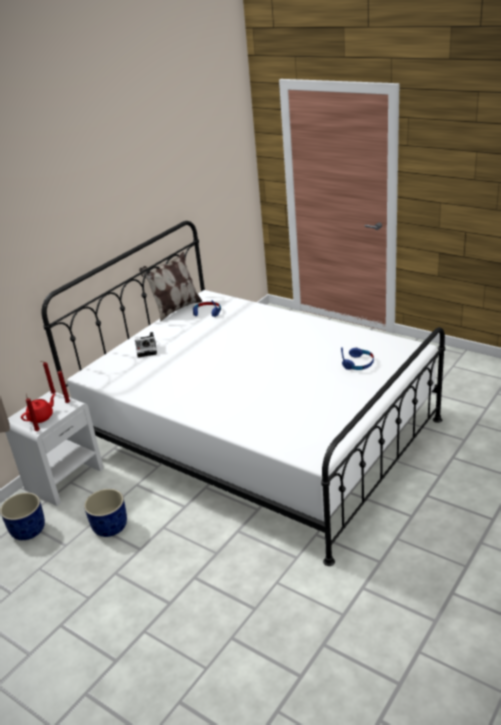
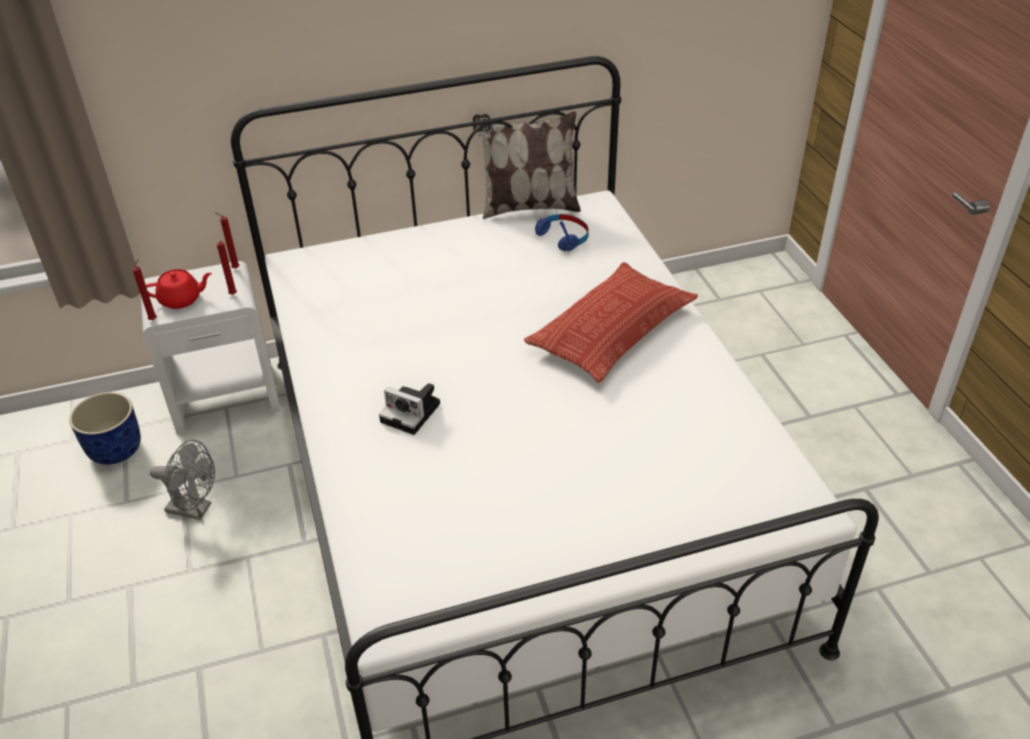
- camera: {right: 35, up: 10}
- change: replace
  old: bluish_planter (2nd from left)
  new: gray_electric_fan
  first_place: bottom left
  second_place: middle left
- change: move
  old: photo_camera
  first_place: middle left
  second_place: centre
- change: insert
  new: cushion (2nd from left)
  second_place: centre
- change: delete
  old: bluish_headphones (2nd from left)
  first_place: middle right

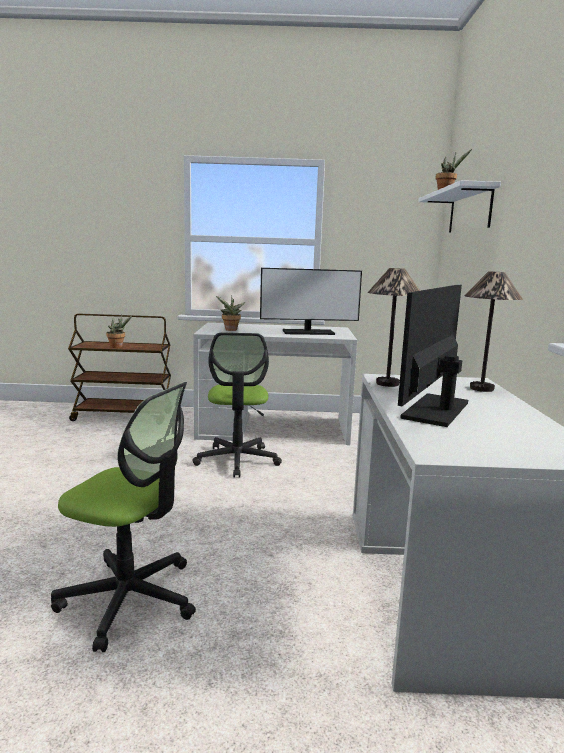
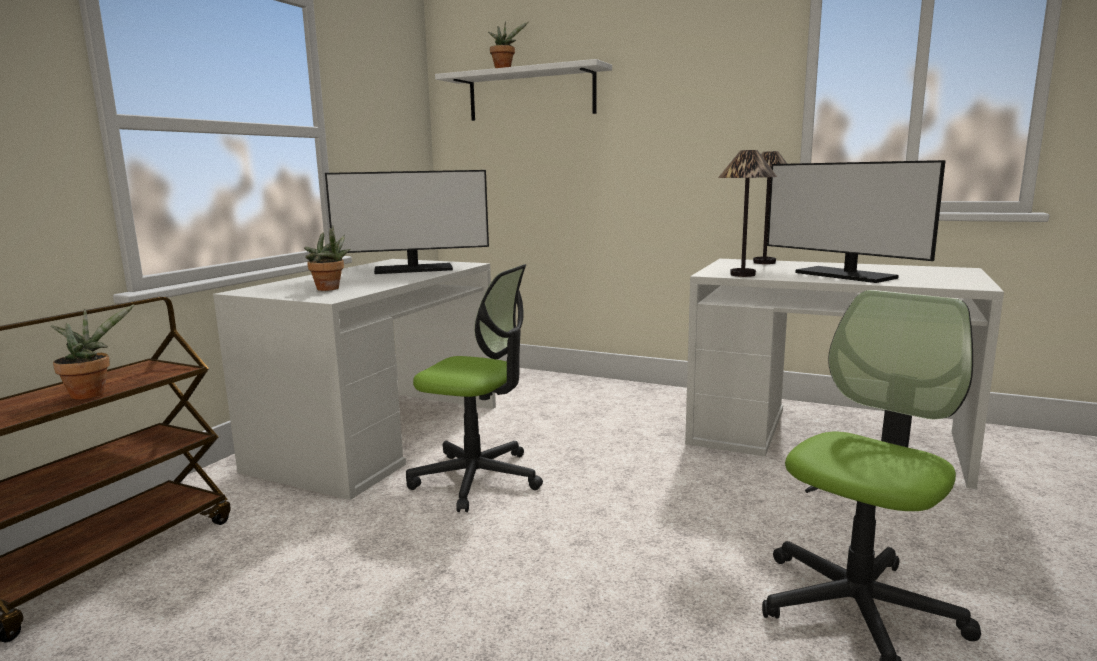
- camera: {right: -65, up: 0}
- change: rotate
  old: computer_display (1st from left)
  first_place: centre
  second_place: centre
  degrees: 60

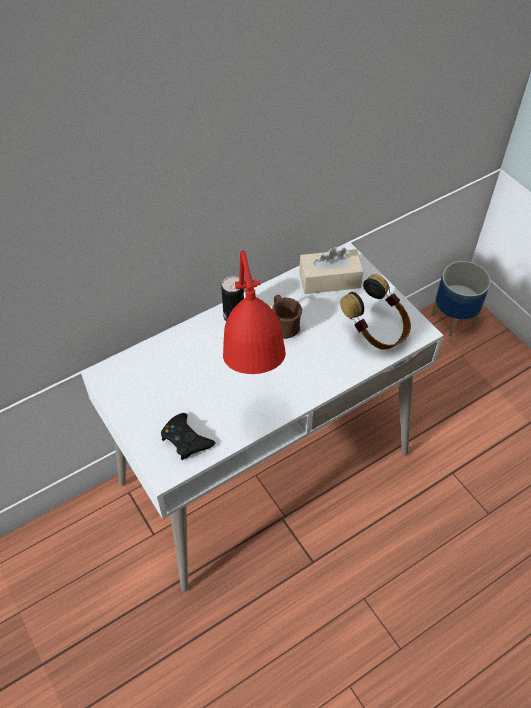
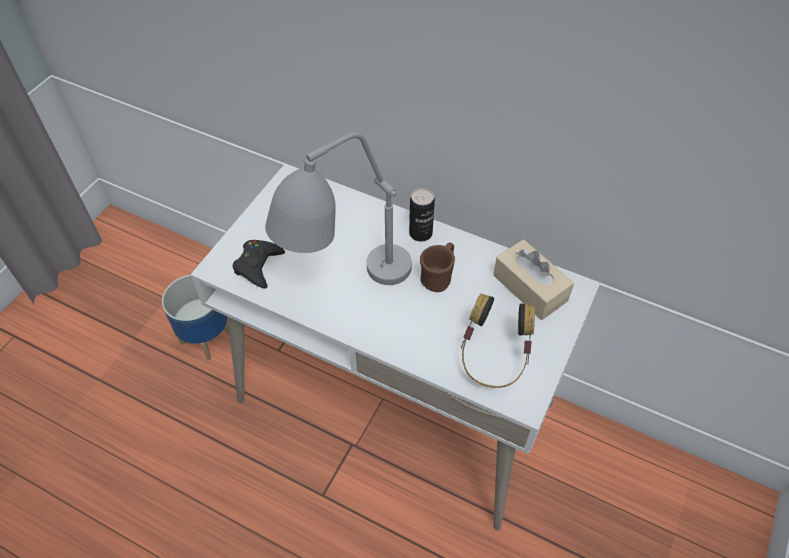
- camera: {right: 60, up: 0}
- change: move
  old: planter
  first_place: middle right
  second_place: middle left
- change: recolor
  old: red-coloured_table_lamp
  new: gray_table_lamp
  first_place: centre
  second_place: centre

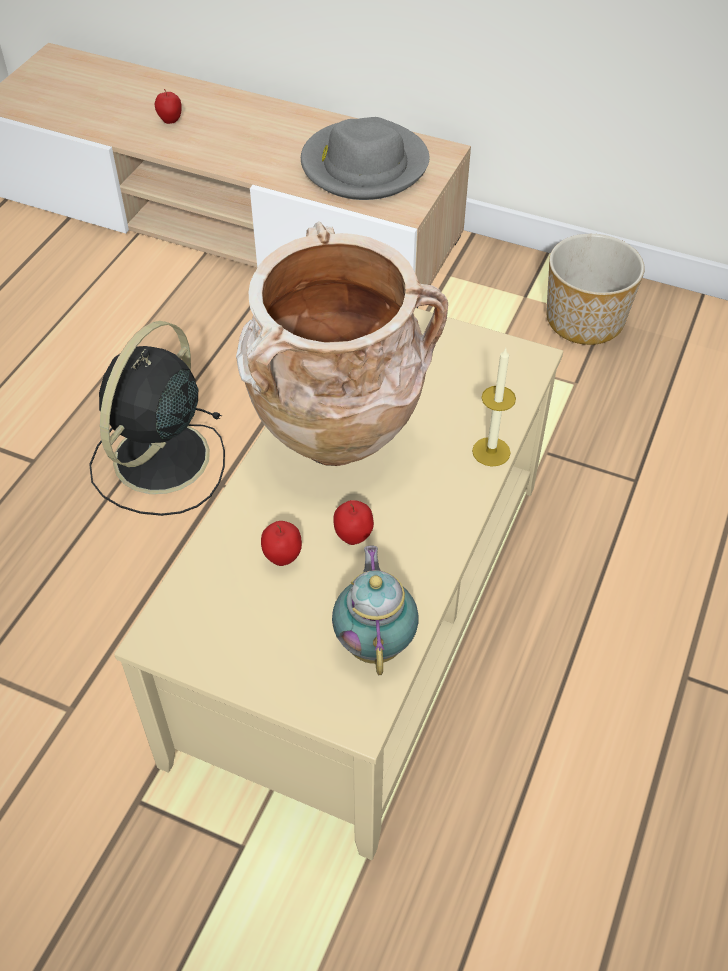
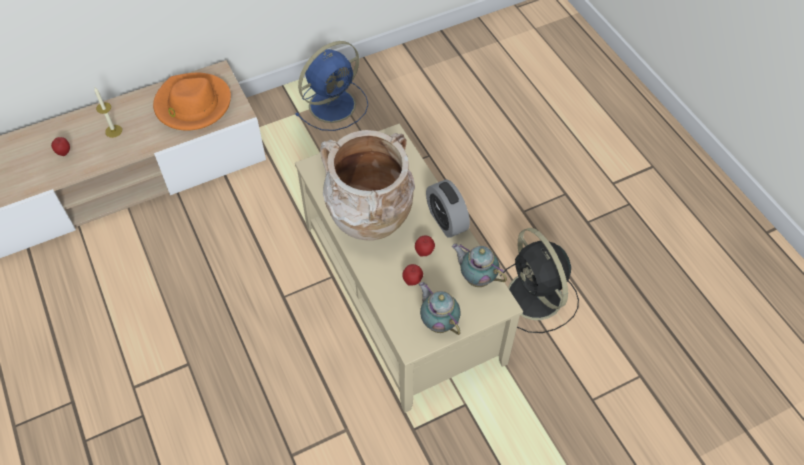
- camera: {right: -50, up: 5}
- change: move
  old: wax_light
  first_place: middle right
  second_place: top left
- change: recolor
  old: gray_clothing_hat
  new: orange-coloured_clothing_hat
  first_place: top centre
  second_place: top left
- change: replace
  old: planter
  new: bluish_electric_fan
  first_place: top right
  second_place: top centre
- change: insert
  new: tea_pot (1st from left)
  second_place: centre
- change: insert
  new: bedside_clock
  second_place: centre
- change: move
  old: blackish_electric_fan
  first_place: middle left
  second_place: middle right

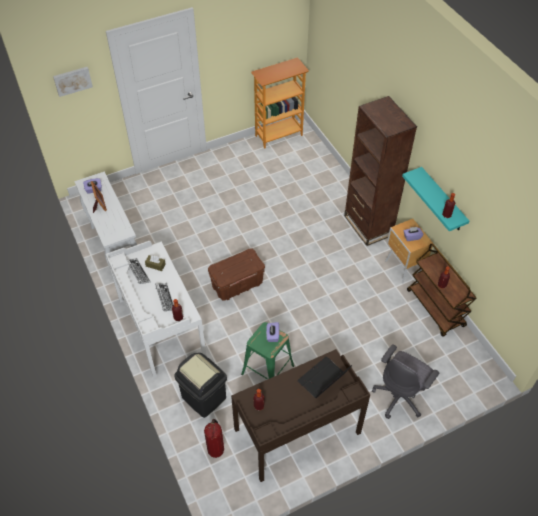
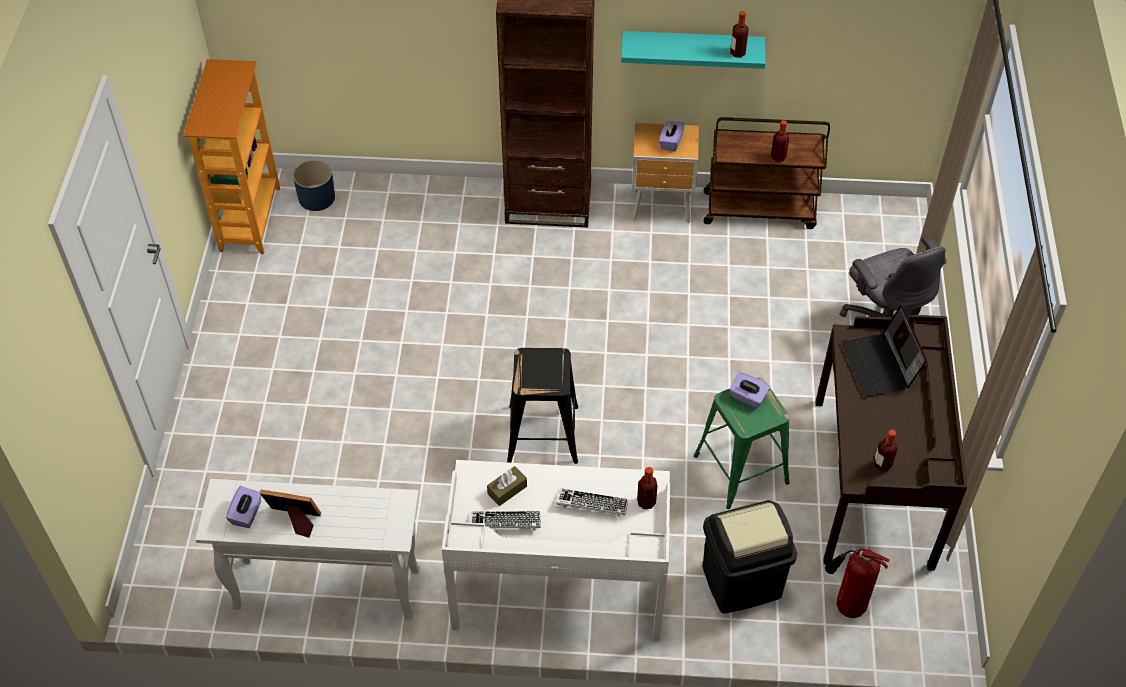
- camera: {right: -60, up: 0}
- change: insert
  new: bluish_planter
  second_place: top left
- change: replace
  old: brownish_storage_box
  new: blackish_stool_seat
  first_place: centre
  second_place: centre
- change: delete
  old: picture
  first_place: top left

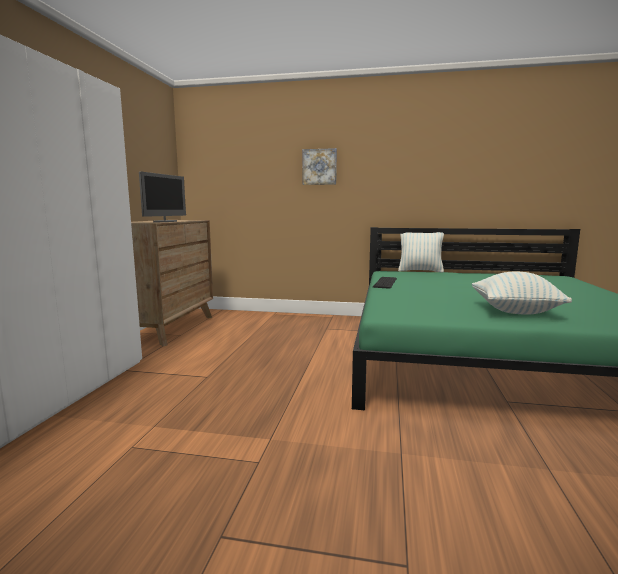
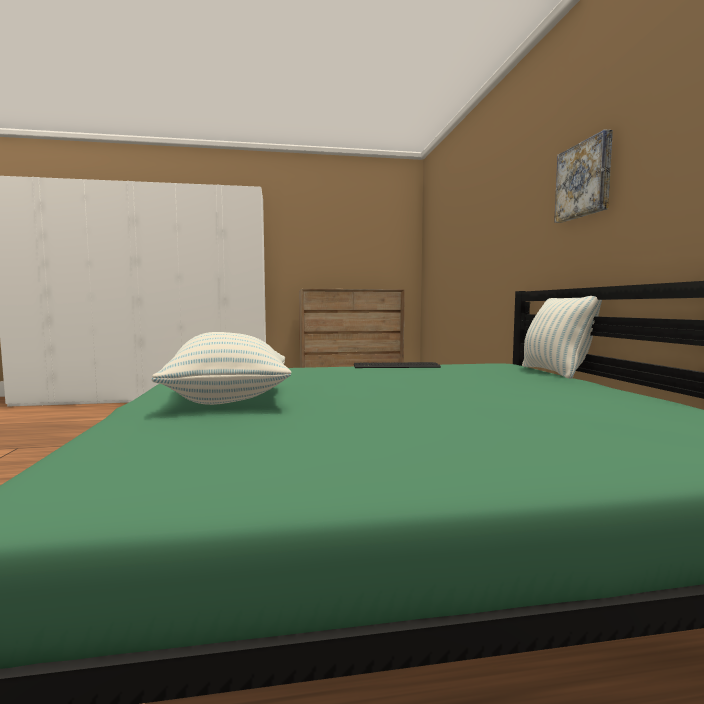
- camera: {right: 70, up: -5}
- change: move
  old: picture
  first_place: top centre
  second_place: top right
- change: delete
  old: computer_display
  first_place: middle left

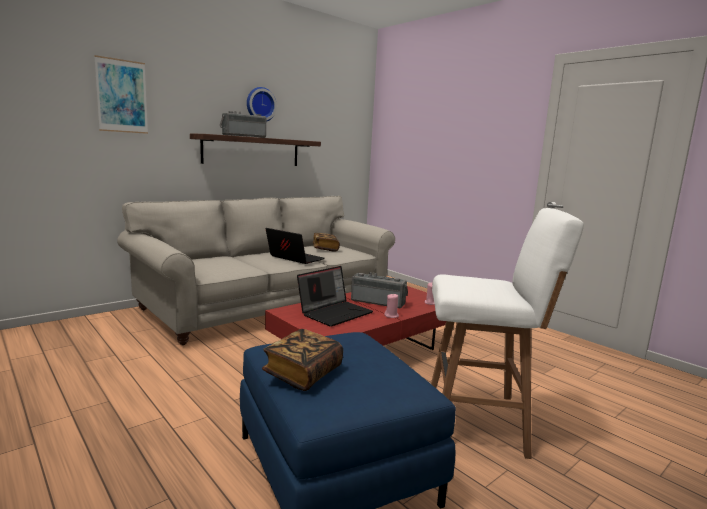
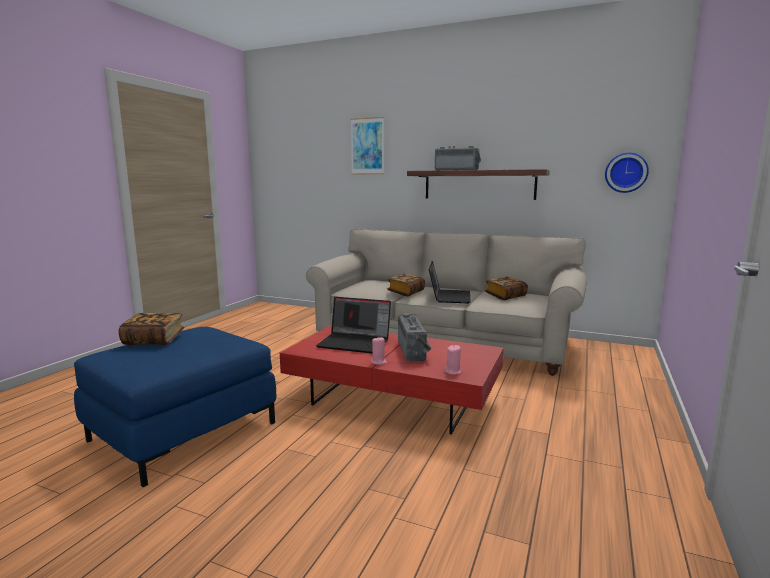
- camera: {right: 65, up: 0}
- change: insert
  new: bound_book (2nd from left)
  second_place: centre
- change: move
  old: clock_on_the_wall
  first_place: top centre
  second_place: top right
- change: delete
  old: whitish_stool_seat
  first_place: middle right

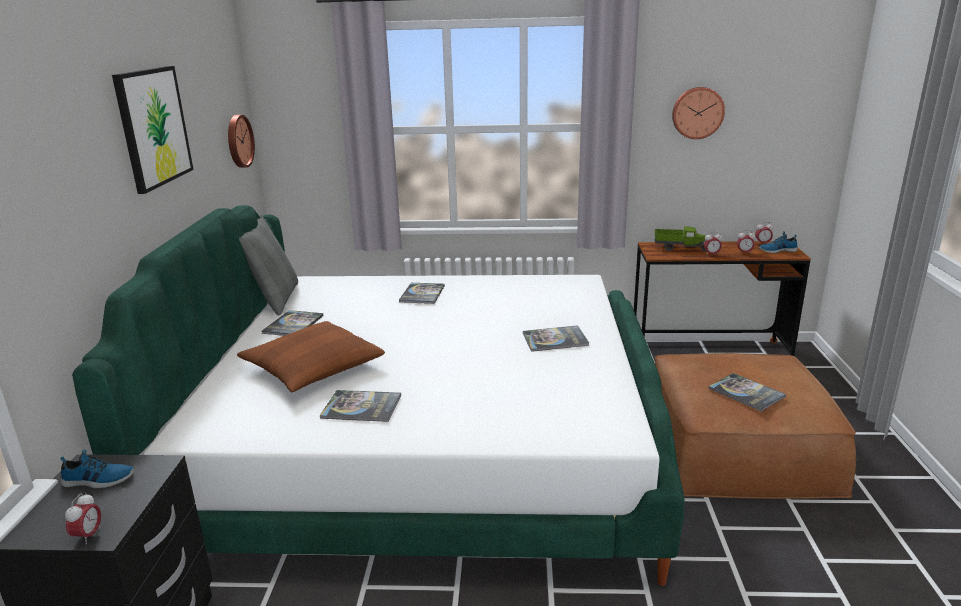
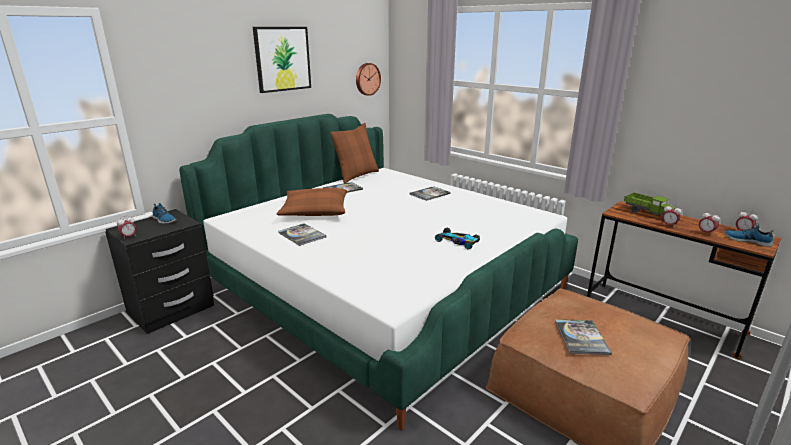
- camera: {right: 40, up: 0}
- change: recolor
  old: gray_cushion
  new: brownish_cushion (2nd from left)
  first_place: middle left
  second_place: centre
- change: replace
  old: bound_book (4th from left)
  new: model_car
  first_place: centre
  second_place: centre
- change: delete
  old: clock_on_the_wall (2nd from left)
  first_place: top right

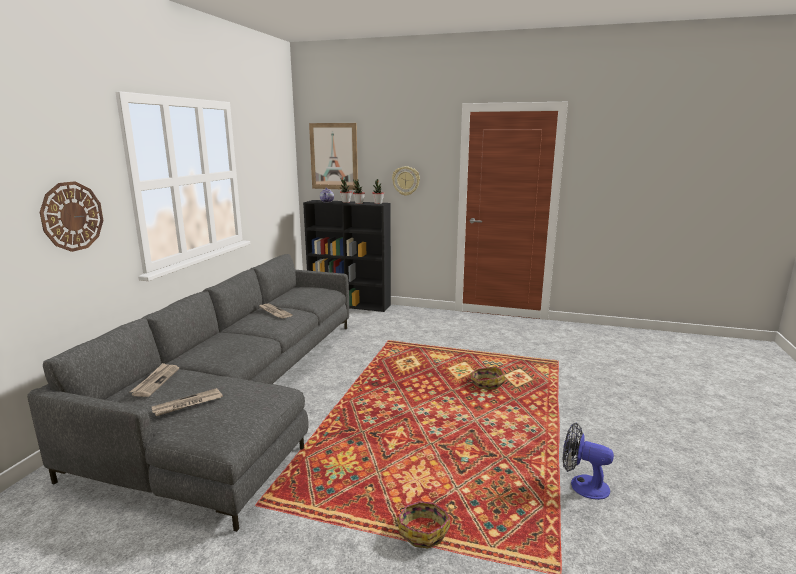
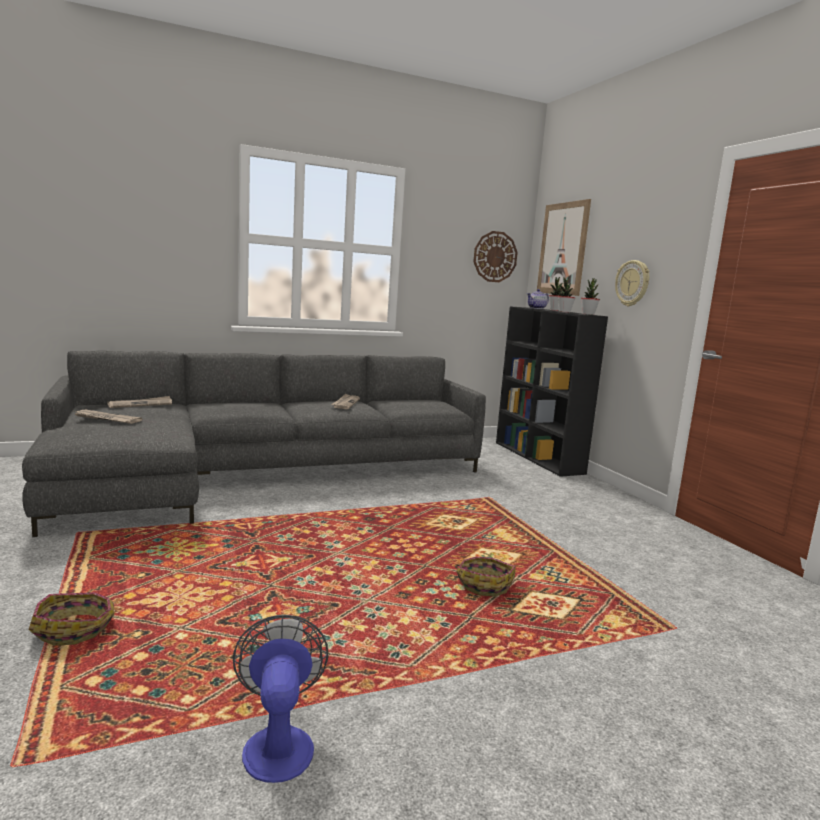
- camera: {right: 50, up: -5}
- change: move
  old: clock_on_the_wall (1st from left)
  first_place: middle left
  second_place: top centre

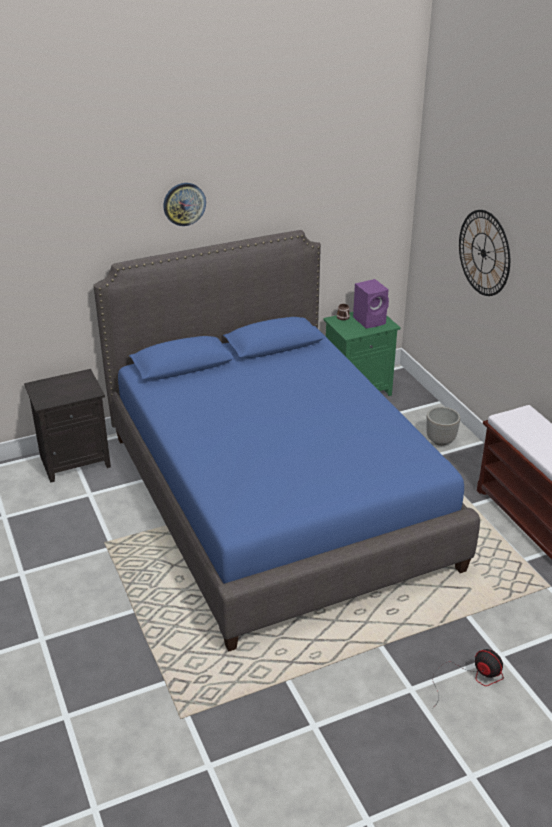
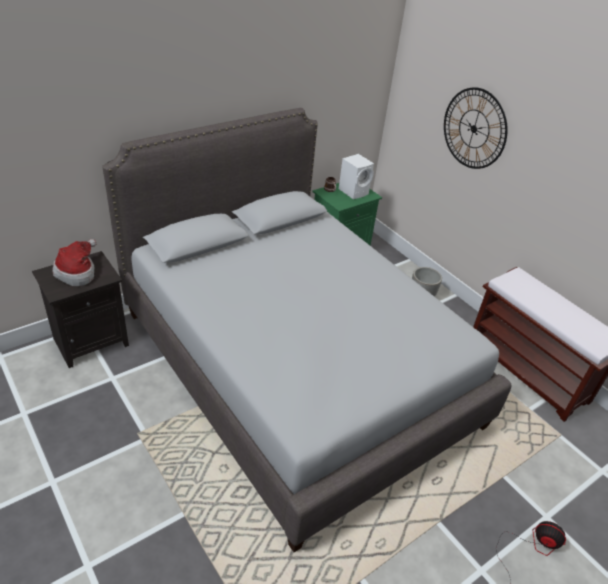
- camera: {right: -15, up: 5}
- change: insert
  new: clothing_hat
  second_place: middle left
- change: recolor
  old: bluish_bedroom_bed
  new: gray_bedroom_bed
  first_place: centre
  second_place: centre
- change: recolor
  old: purple-coloured_audio_speaker
  new: whitish_audio_speaker
  first_place: middle right
  second_place: top centre
- change: delete
  old: clock_on_the_wall (1st from left)
  first_place: top centre

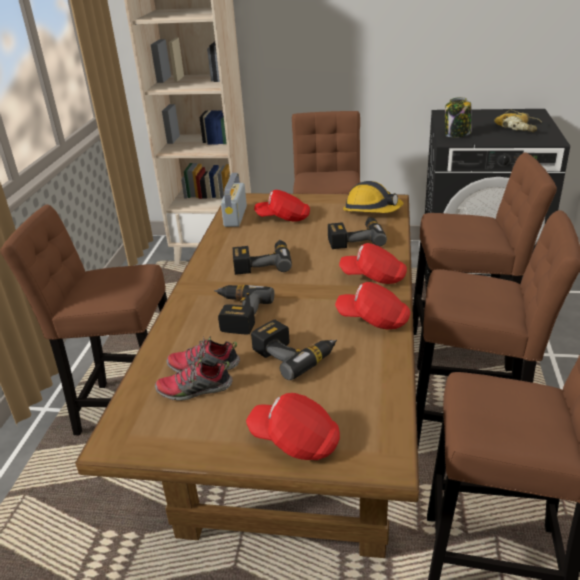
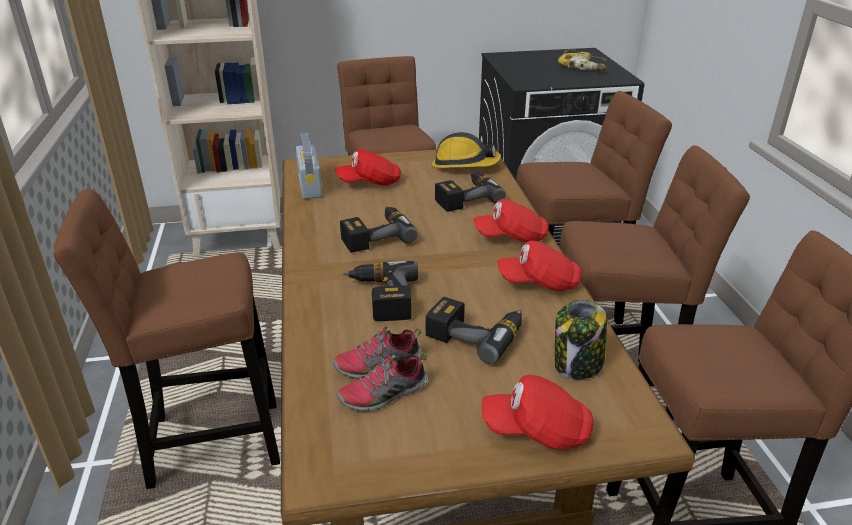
- camera: {right: -20, up: 0}
- change: move
  old: preserve_jar
  first_place: top right
  second_place: middle right

